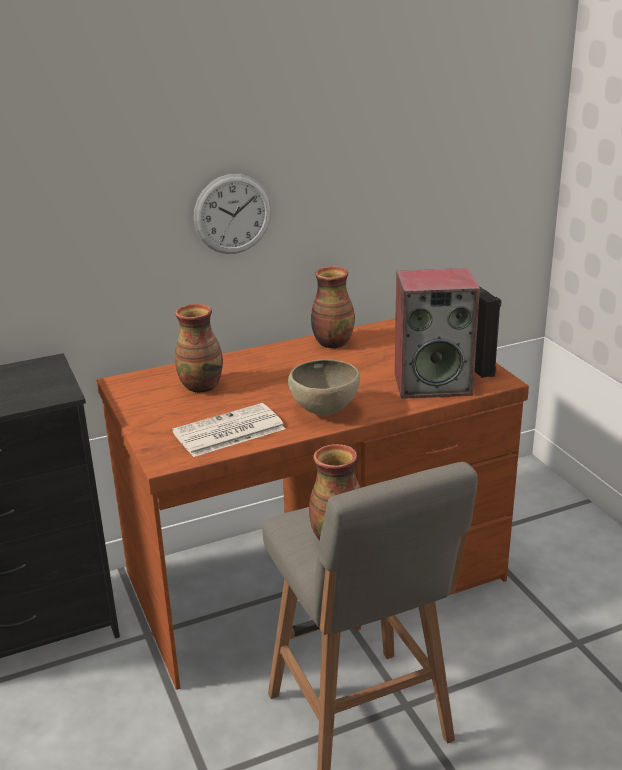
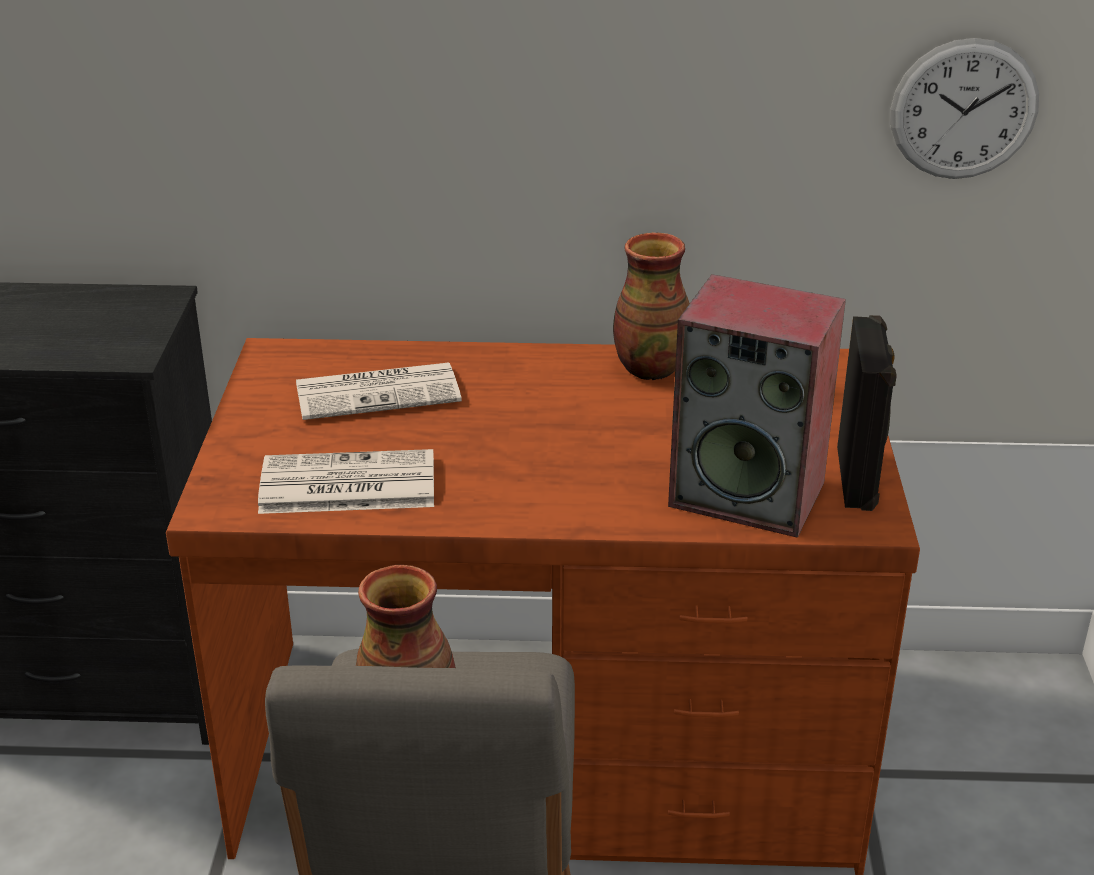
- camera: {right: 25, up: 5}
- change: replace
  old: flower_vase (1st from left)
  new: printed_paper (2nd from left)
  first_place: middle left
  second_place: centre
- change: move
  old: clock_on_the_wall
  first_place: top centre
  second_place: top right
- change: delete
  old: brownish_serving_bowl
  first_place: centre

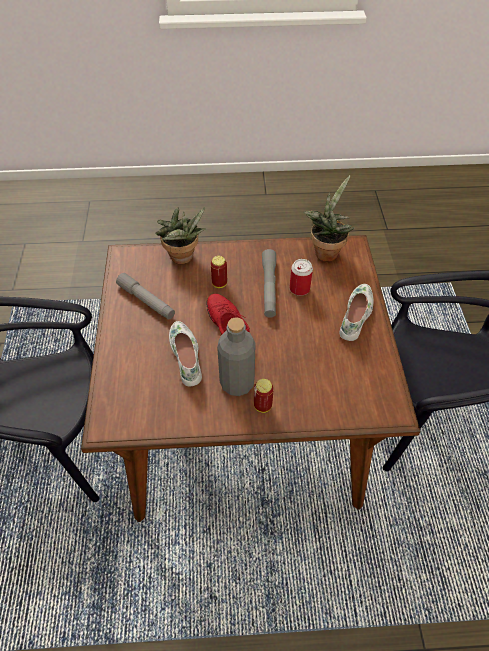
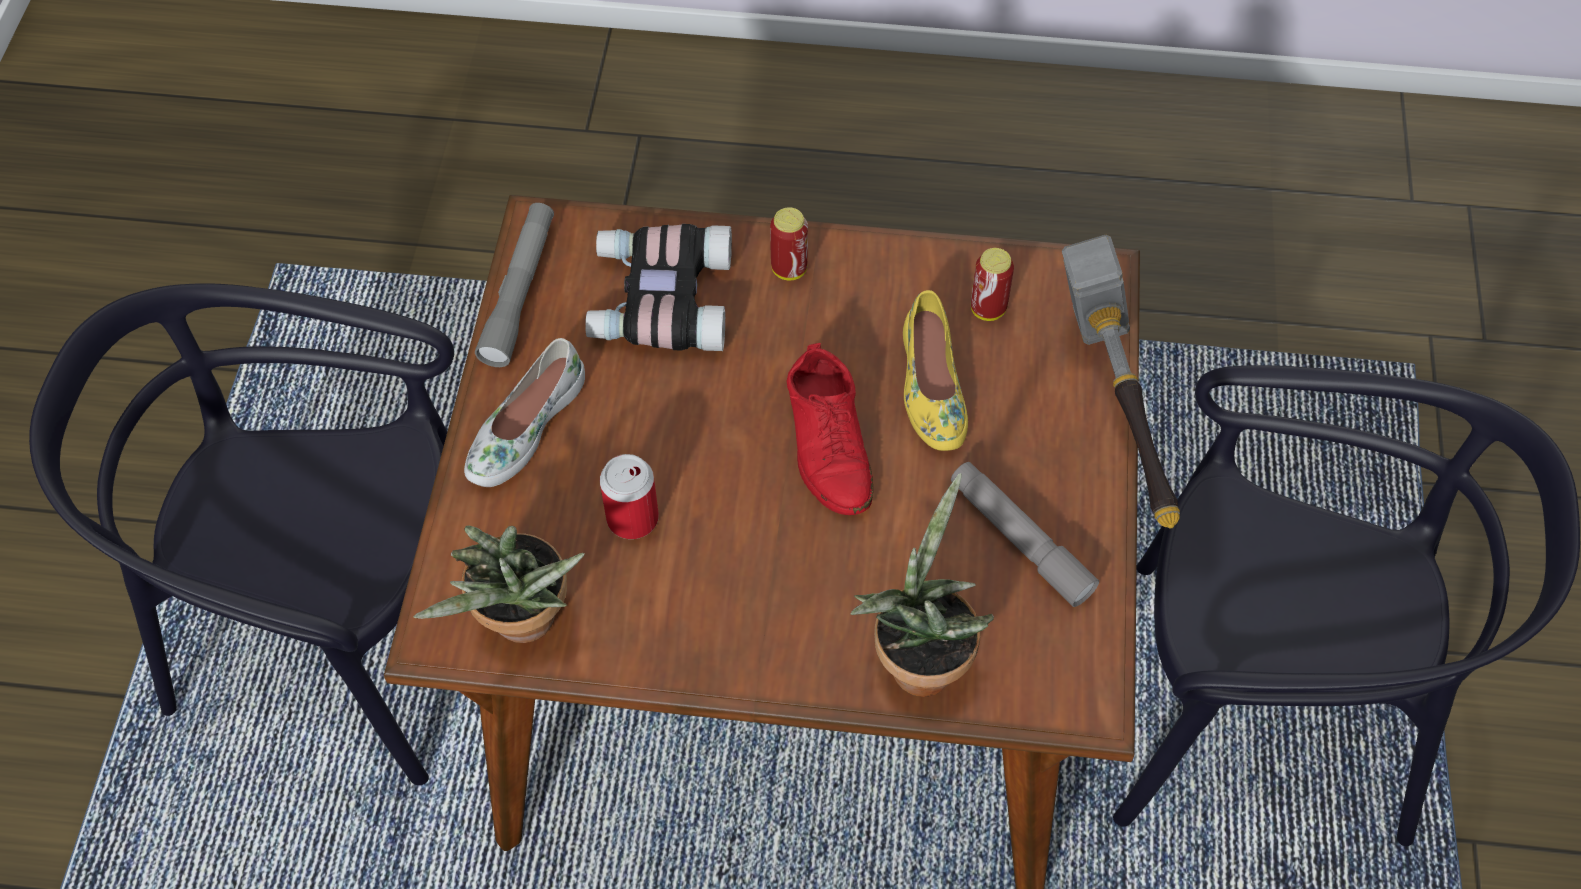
- camera: {right: -170, up: 5}
- change: move
  old: gray_torch (2nd from left in the first image)
  new: gray_torch (1st from left)
  first_place: centre
  second_place: top left
- change: insert
  new: binoculars
  second_place: top centre
- change: recolor
  old: whitish_shoe (1st from left)
  new: yellow_shoe
  first_place: centre
  second_place: centre
- change: move
  old: metal_can (1st from left in the first image)
  new: metal_can (3rd from left)
  first_place: centre
  second_place: top centre
- change: insert
  new: hammer
  second_place: middle right
- change: delete
  old: gray_drink_bottle
  first_place: centre

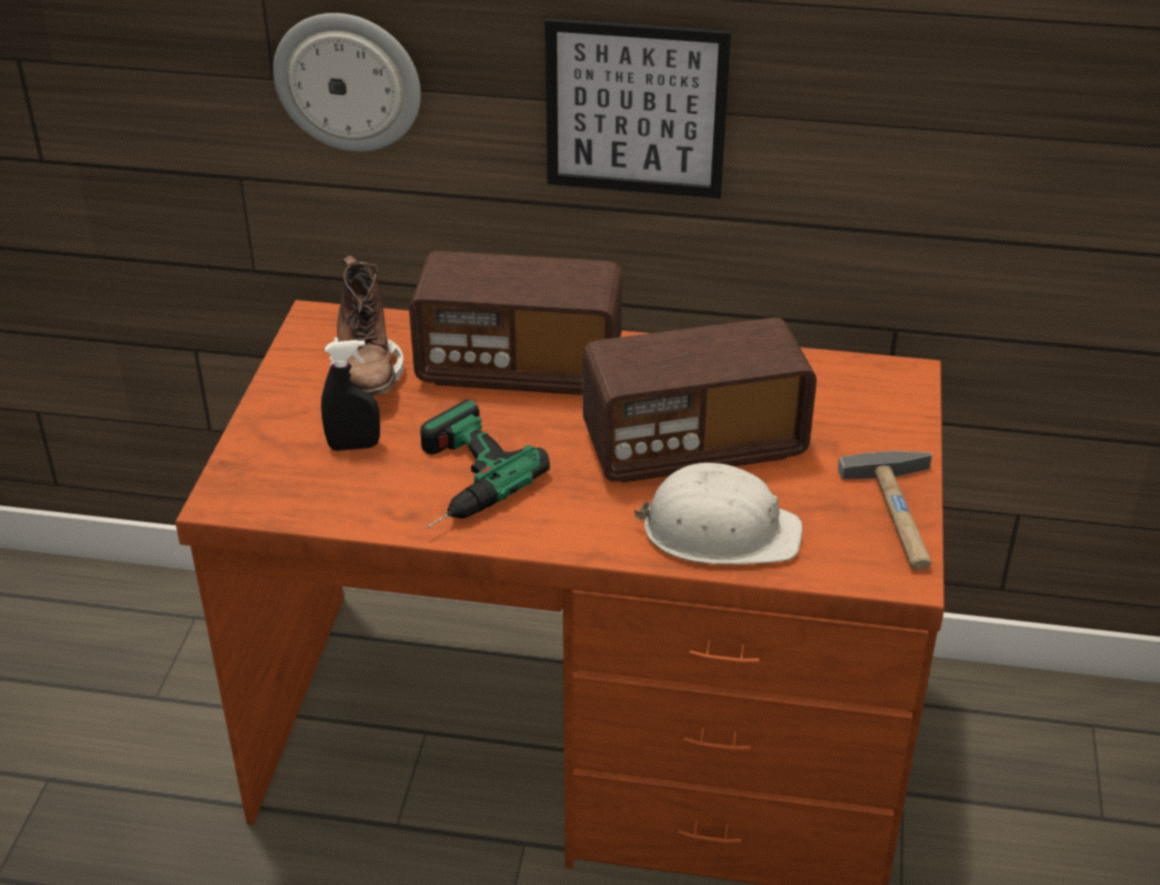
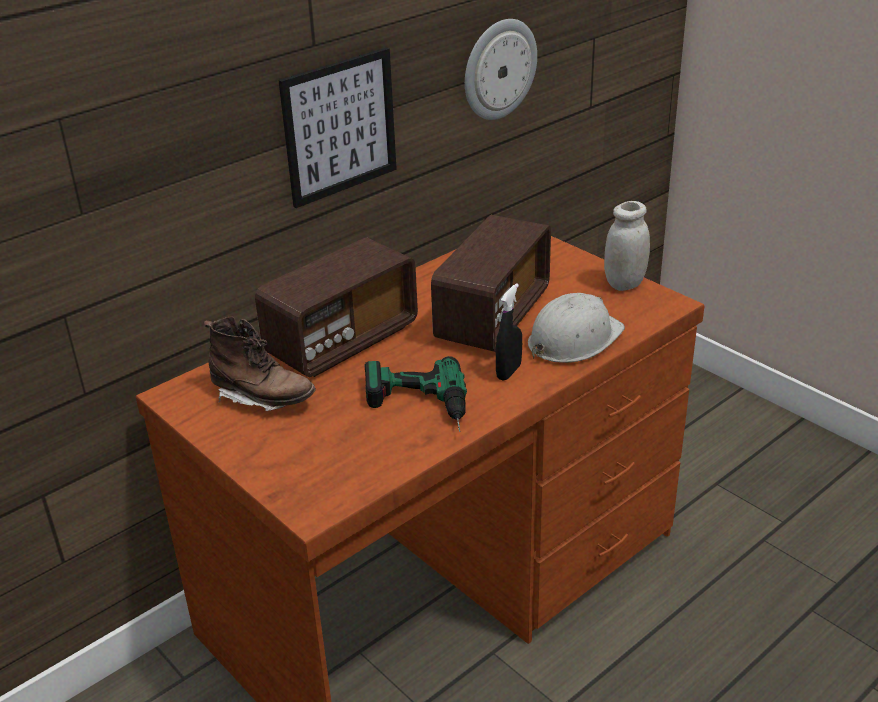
- camera: {right: -50, up: -5}
- change: move
  old: clock_on_the_wall
  first_place: top left
  second_place: top centre
- change: move
  old: blackish_hand_sprayer
  first_place: middle left
  second_place: centre
- change: replace
  old: hammer
  new: whitish_preserve_jar
  first_place: middle right
  second_place: middle right

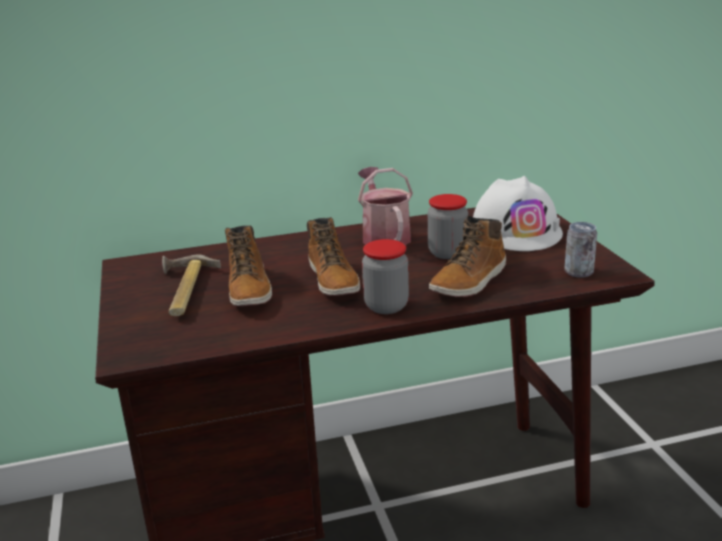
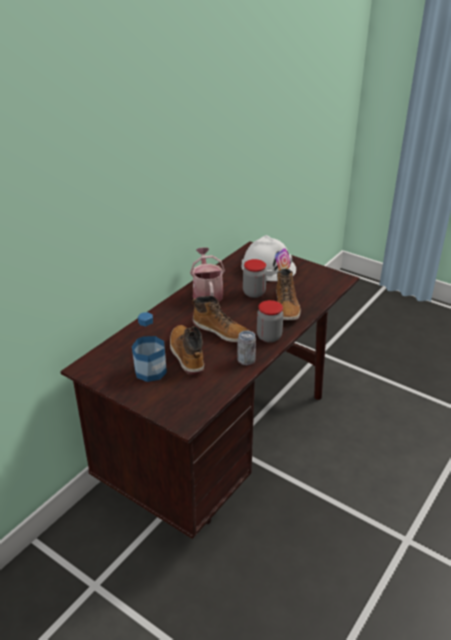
- camera: {right: -40, up: 10}
- change: replace
  old: hammer
  new: drink_bottle
  first_place: middle left
  second_place: middle left
- change: rotate
  old: tall_boot (1st from left)
  first_place: centre
  second_place: centre
  degrees: -150
- change: rotate
  old: sprinkling_can
  first_place: centre
  second_place: centre
  degrees: 45
- change: move
  old: metal_can
  first_place: middle right
  second_place: centre

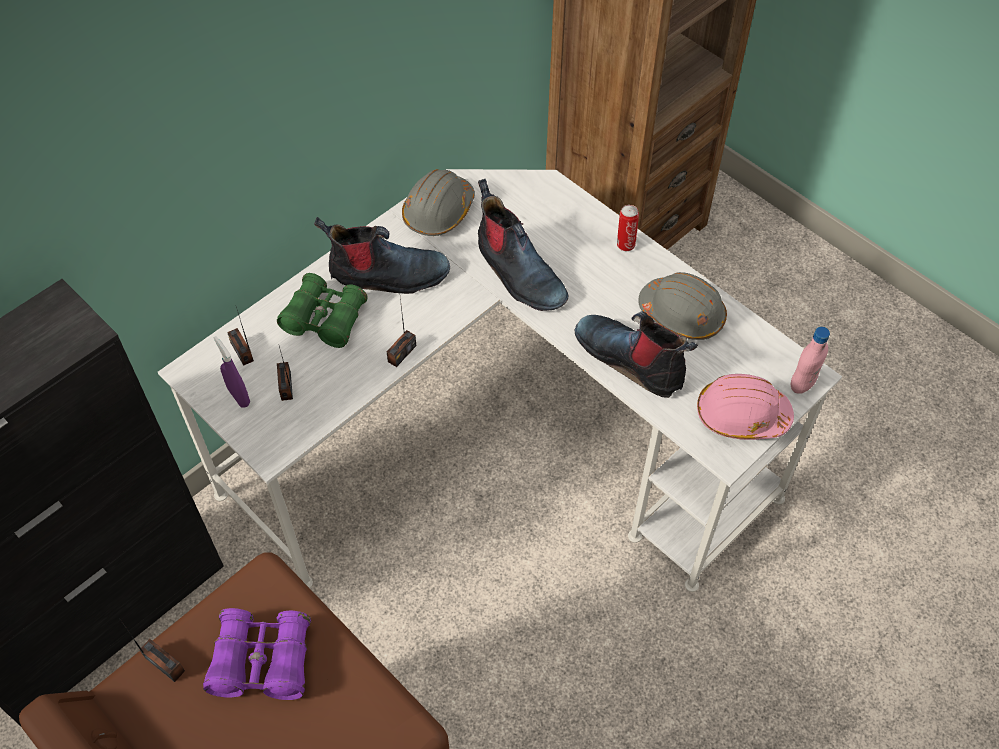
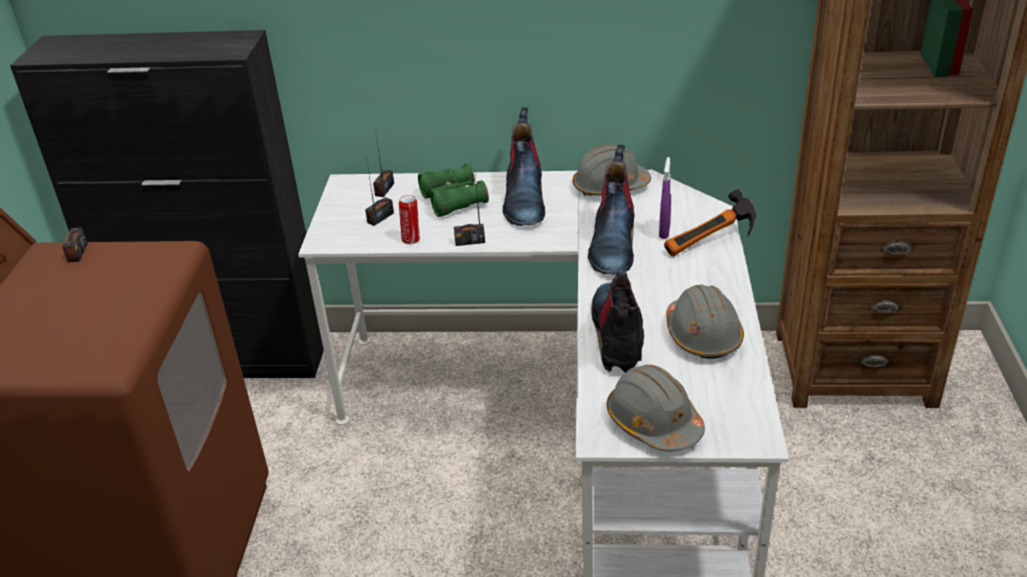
- camera: {right: 50, up: -20}
- change: move
  old: metal_can
  first_place: top centre
  second_place: centre
- change: rotate
  old: tall_boot (1st from left)
  first_place: centre
  second_place: top centre
  degrees: 45
- change: recolor
  old: pinkish_work_helmet
  new: gray_work_helmet (2nd from left)
  first_place: middle right
  second_place: bottom centre
- change: move
  old: purple-coloured_hand_sprayer
  first_place: middle left
  second_place: centre
- change: insert
  new: hammer
  second_place: middle right
- change: delete
  old: purple-coloured_binoculars
  first_place: bottom left
- change: delete
  old: pinkish_drink_bottle
  first_place: middle right

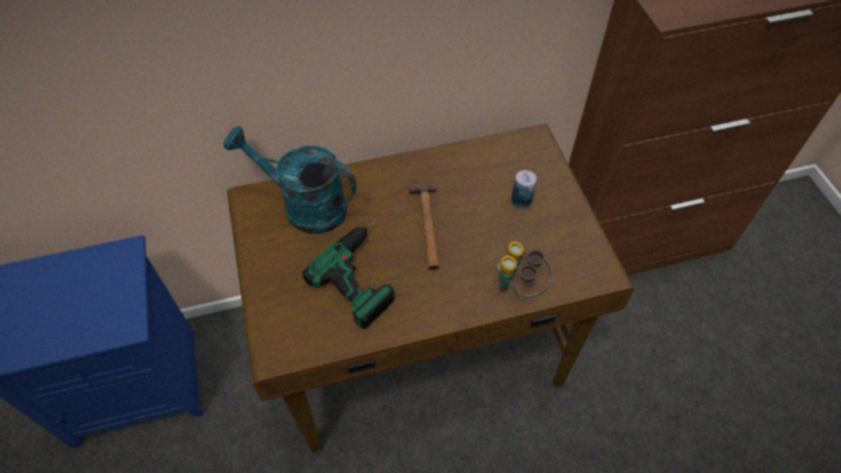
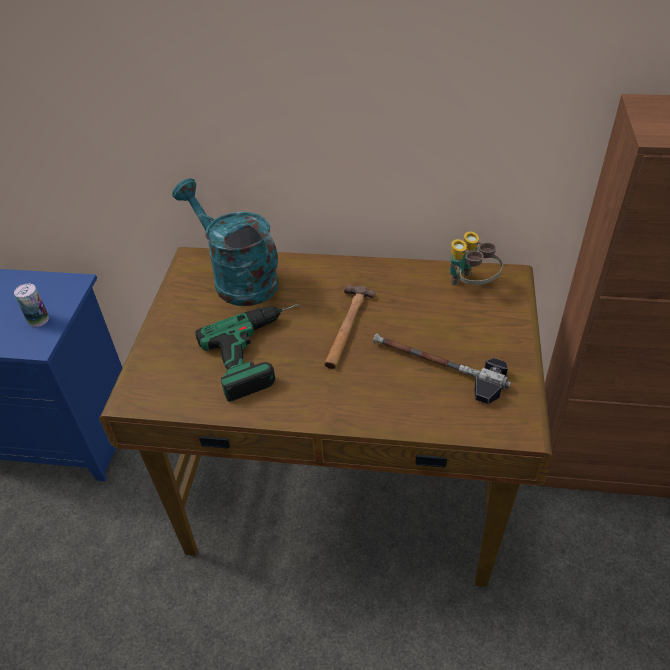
- camera: {right: 25, up: -10}
- change: move
  old: metal_can
  first_place: centre
  second_place: middle left
- change: insert
  new: hammer (2nd from left)
  second_place: centre
- change: move
  old: binoculars
  first_place: centre
  second_place: middle right

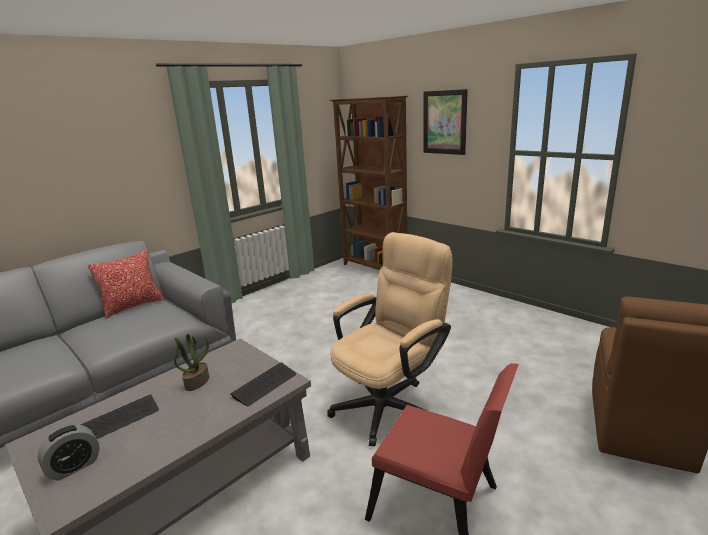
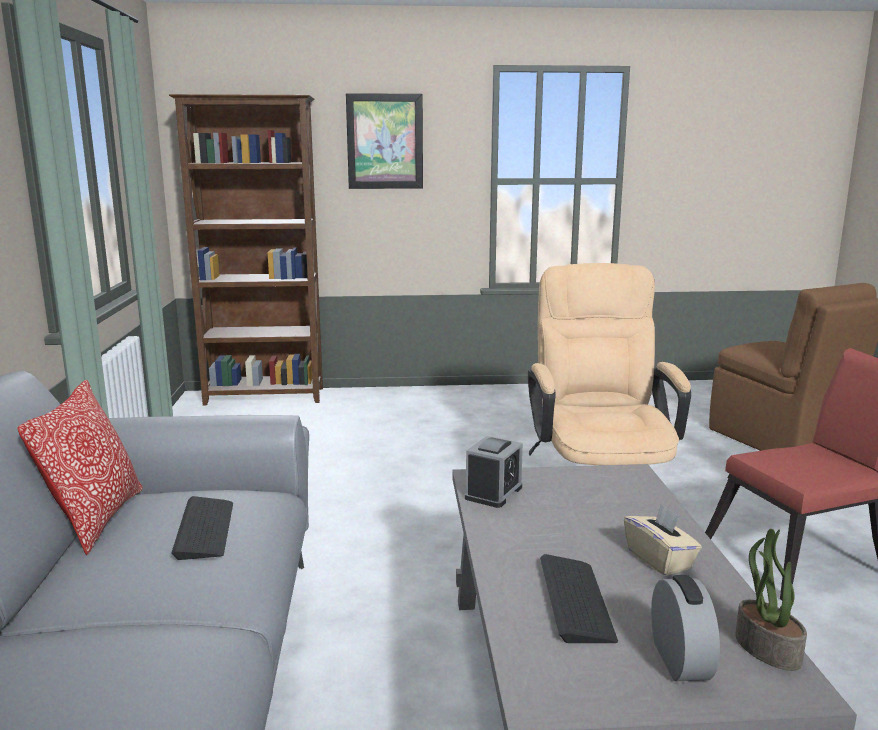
- camera: {right: -50, up: -5}
- change: move
  old: PC_keyboard (2nd from left in the first image)
  new: PC_keyboard (1st from left)
  first_place: bottom centre
  second_place: bottom left
- change: insert
  new: bedside_clock (1st from left)
  second_place: centre
- change: insert
  new: beige_tissue_box
  second_place: bottom right
- change: move
  old: plant_in_a_pot
  first_place: bottom left
  second_place: bottom right

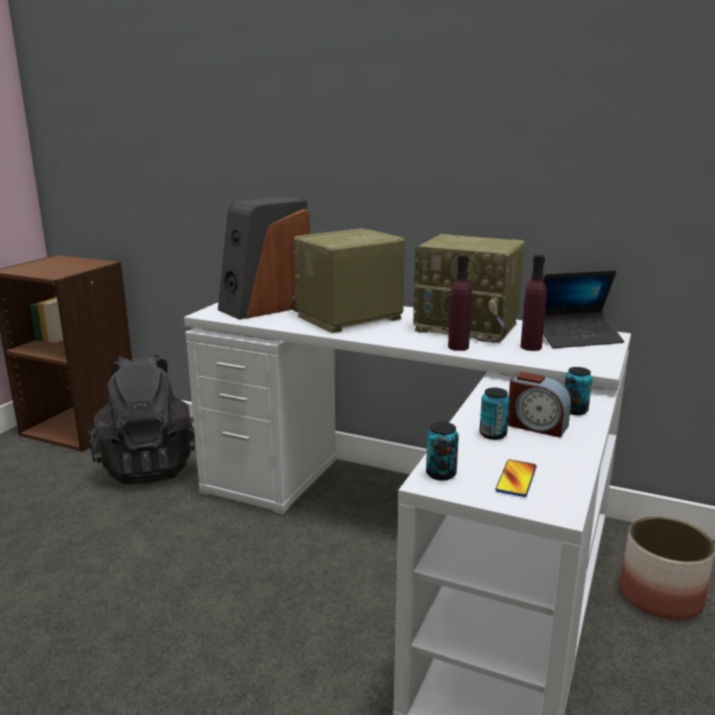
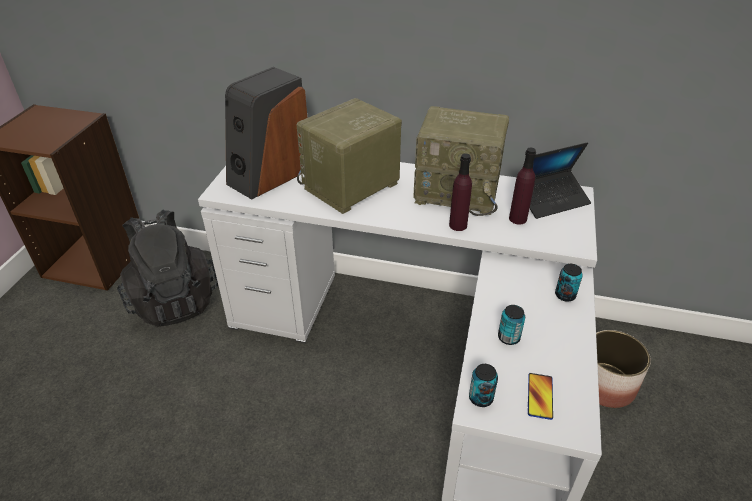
- camera: {right: -10, up: 20}
- change: delete
  old: bedside_clock
  first_place: middle right

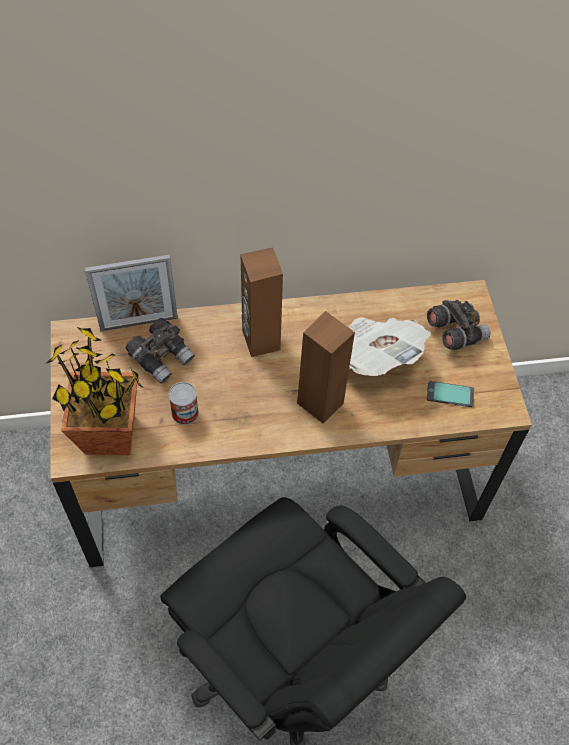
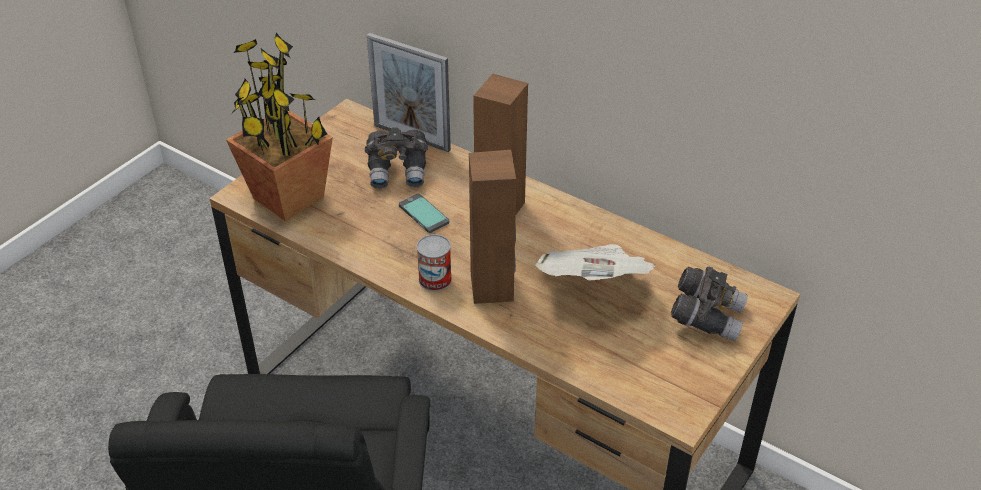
- camera: {right: 45, up: -15}
- change: move
  old: phone
  first_place: middle right
  second_place: centre
- change: move
  old: metal_can
  first_place: middle left
  second_place: centre

